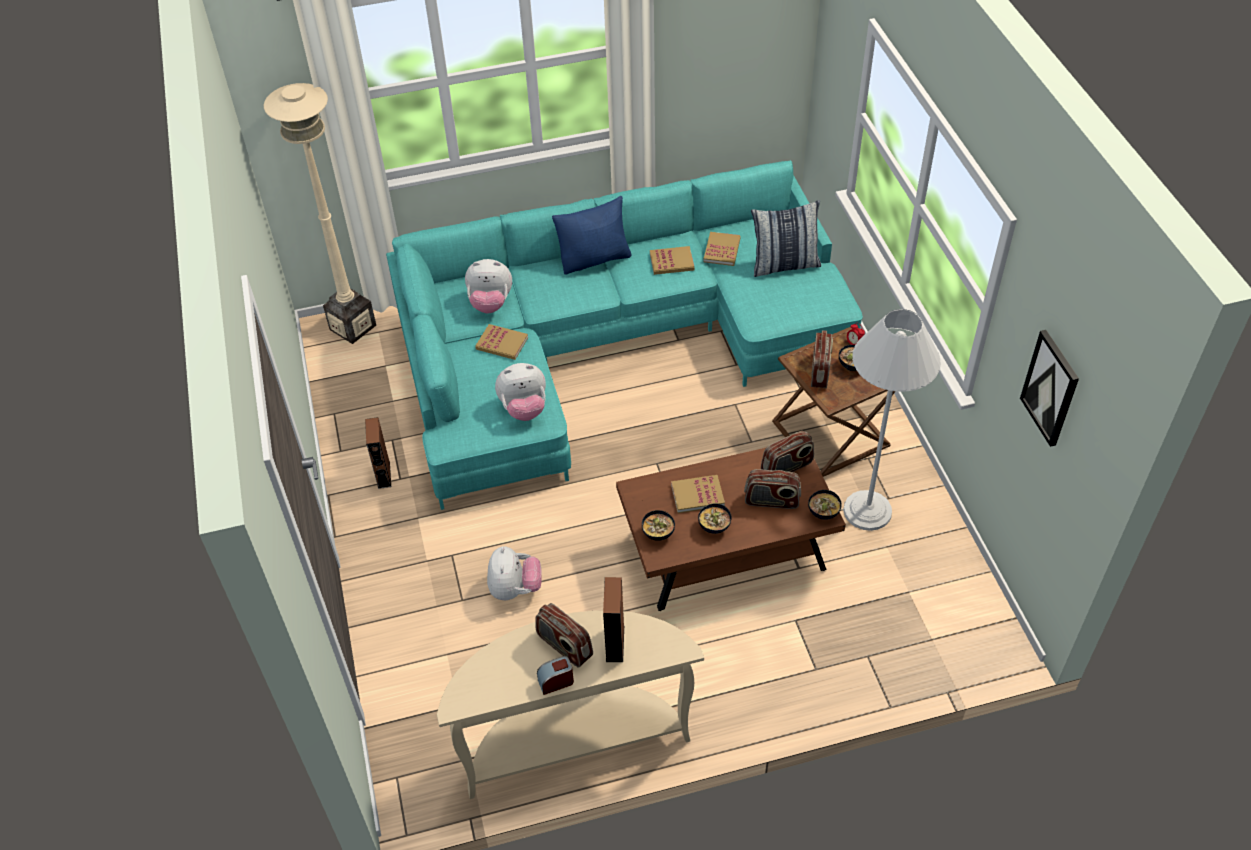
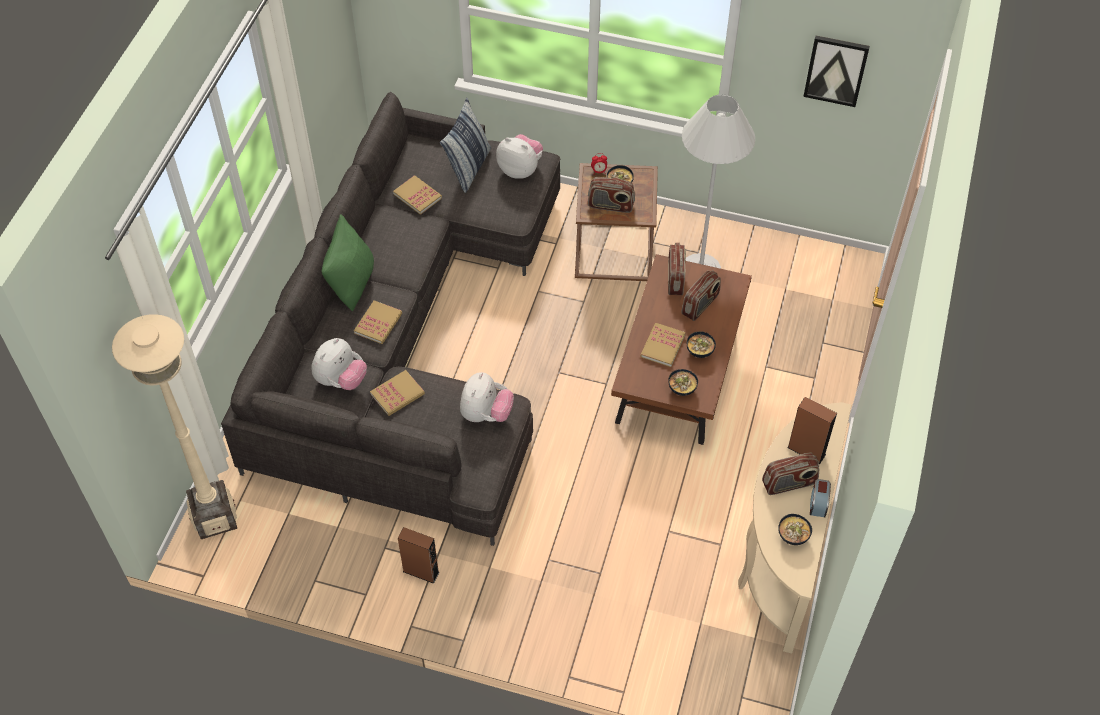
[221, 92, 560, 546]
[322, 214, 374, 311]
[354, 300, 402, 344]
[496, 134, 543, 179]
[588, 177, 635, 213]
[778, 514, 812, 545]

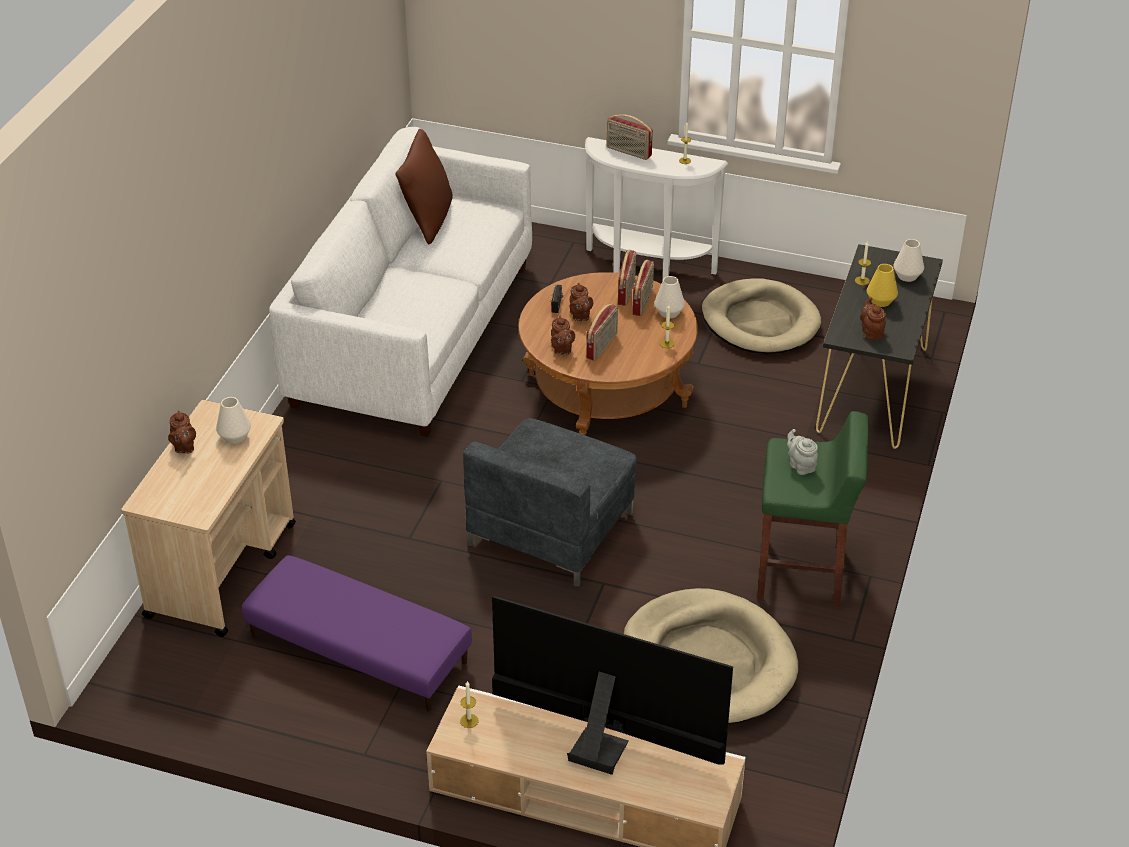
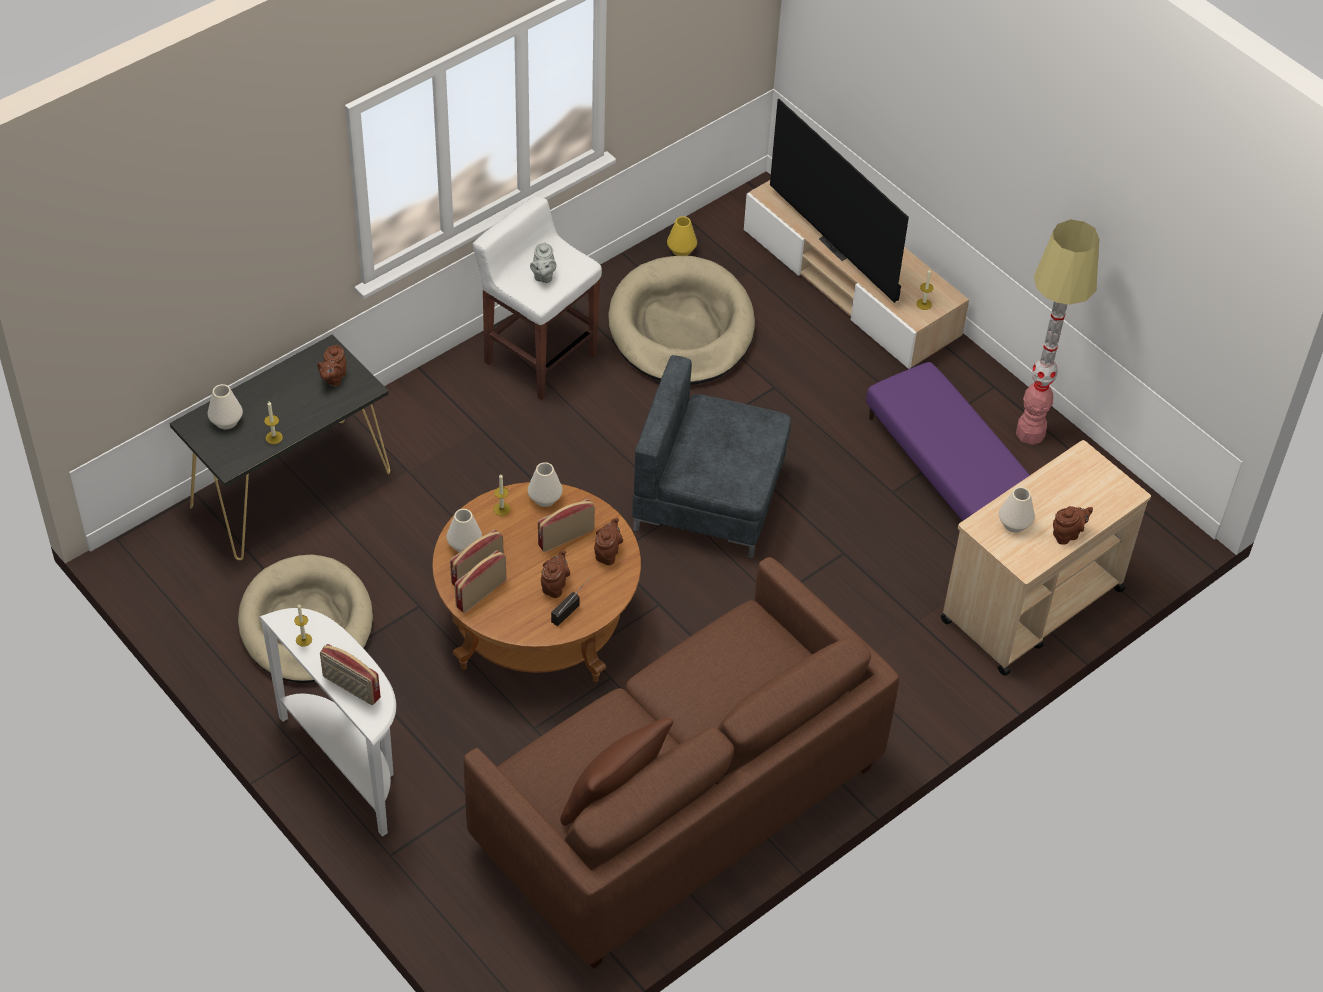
[320, 644, 381, 705]
[464, 557, 899, 969]
[473, 195, 602, 400]
[528, 462, 563, 507]
[632, 355, 791, 559]
[667, 216, 697, 256]
[1016, 219, 1099, 445]
[1053, 506, 1093, 545]

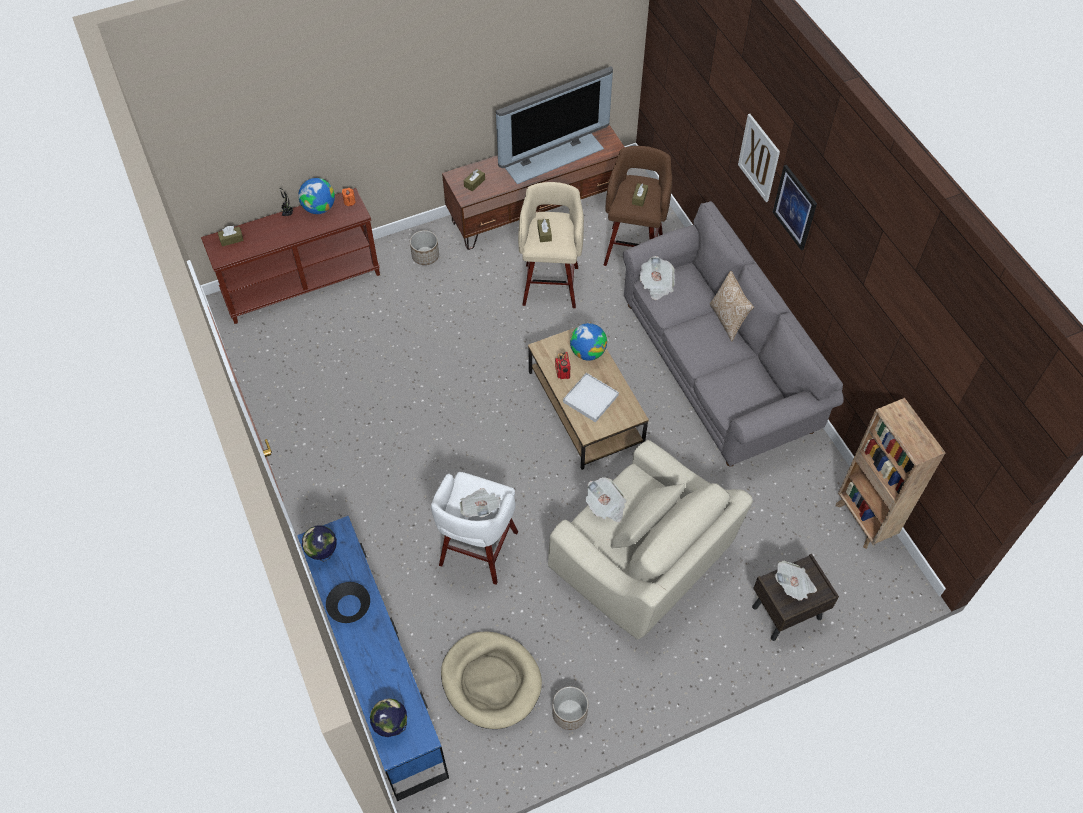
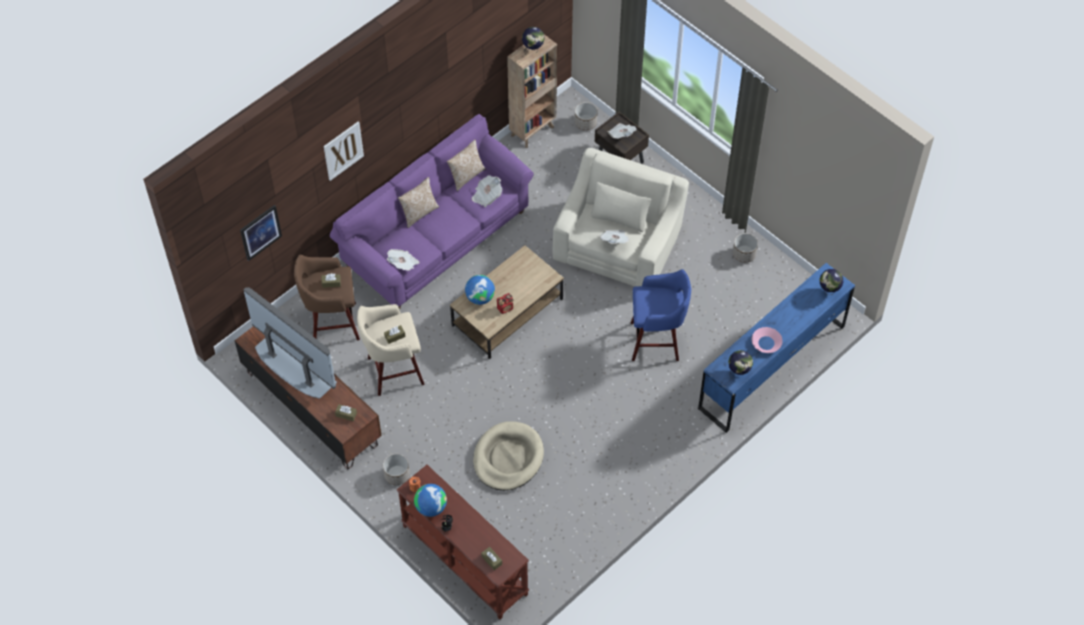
[240, 205, 282, 261]
[330, 114, 534, 309]
[447, 140, 486, 191]
[472, 175, 502, 207]
[473, 422, 544, 491]
[522, 27, 545, 54]
[574, 102, 597, 131]
[631, 269, 691, 361]
[752, 327, 782, 353]
[563, 373, 619, 422] (first image)

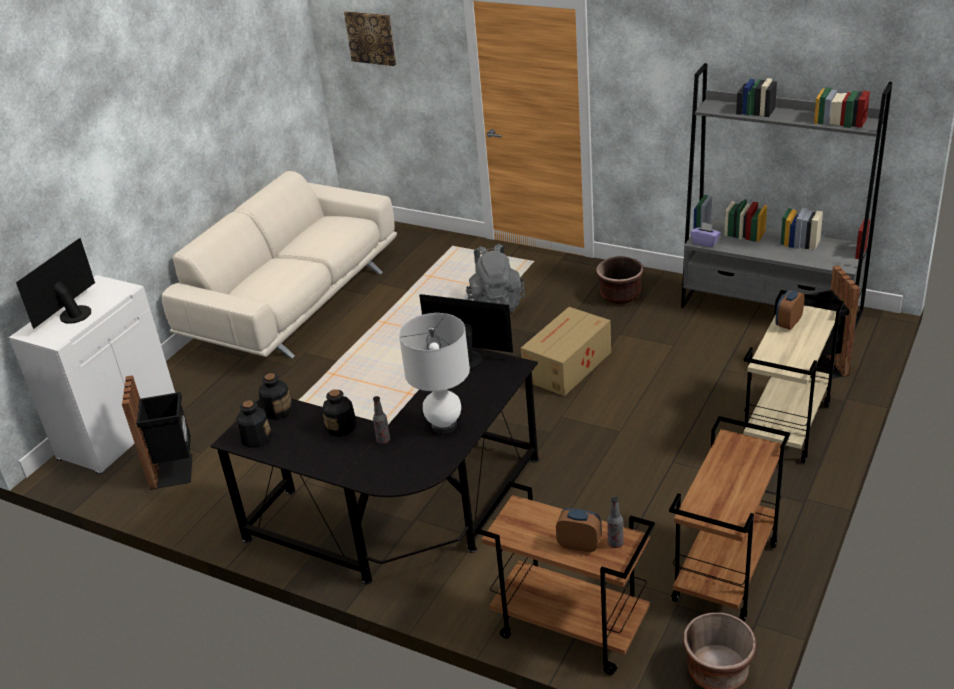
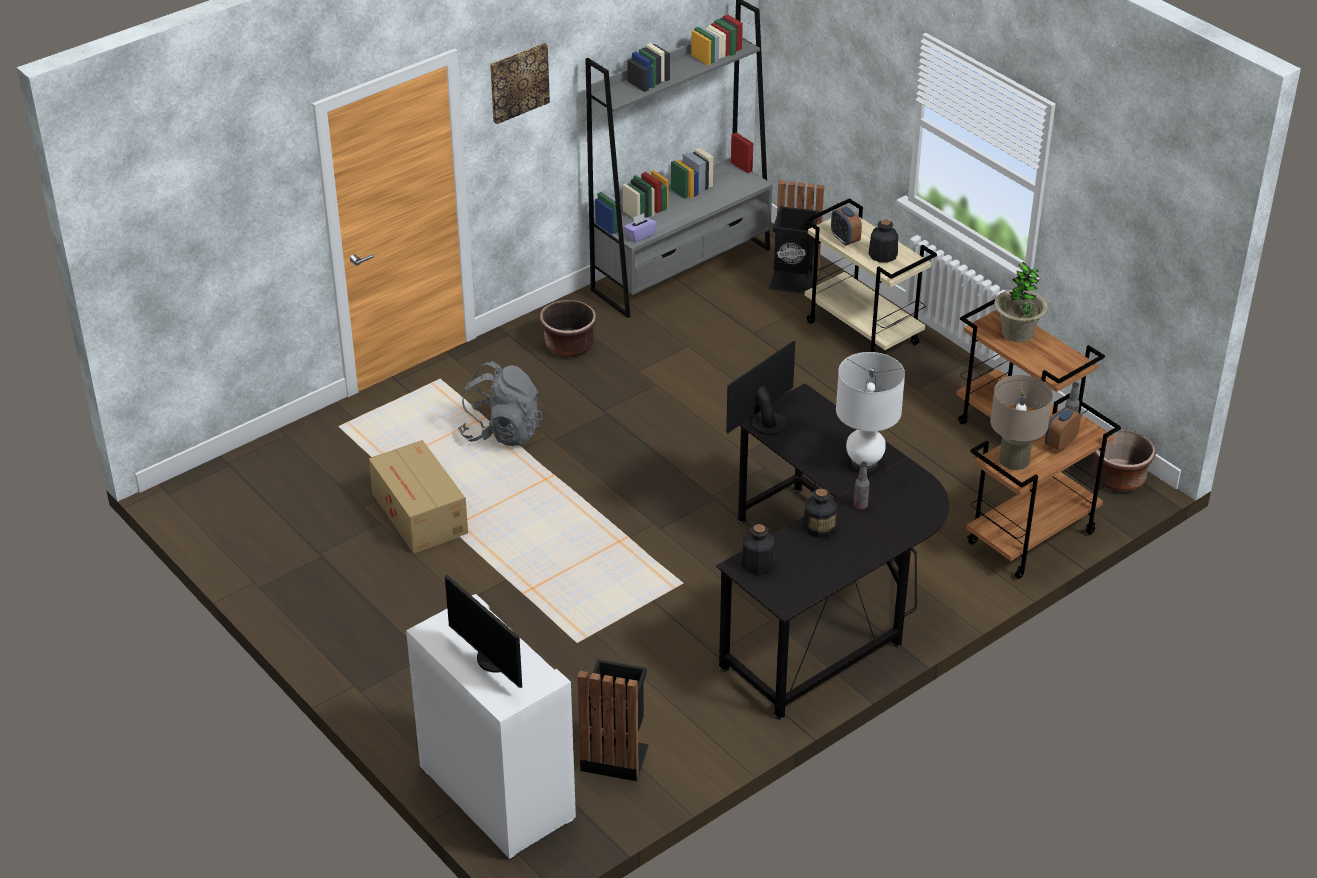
[368, 440, 468, 554]
[490, 43, 550, 124]
[868, 219, 898, 263]
[990, 375, 1053, 470]
[994, 262, 1048, 342]
[162, 171, 397, 358] (first image)

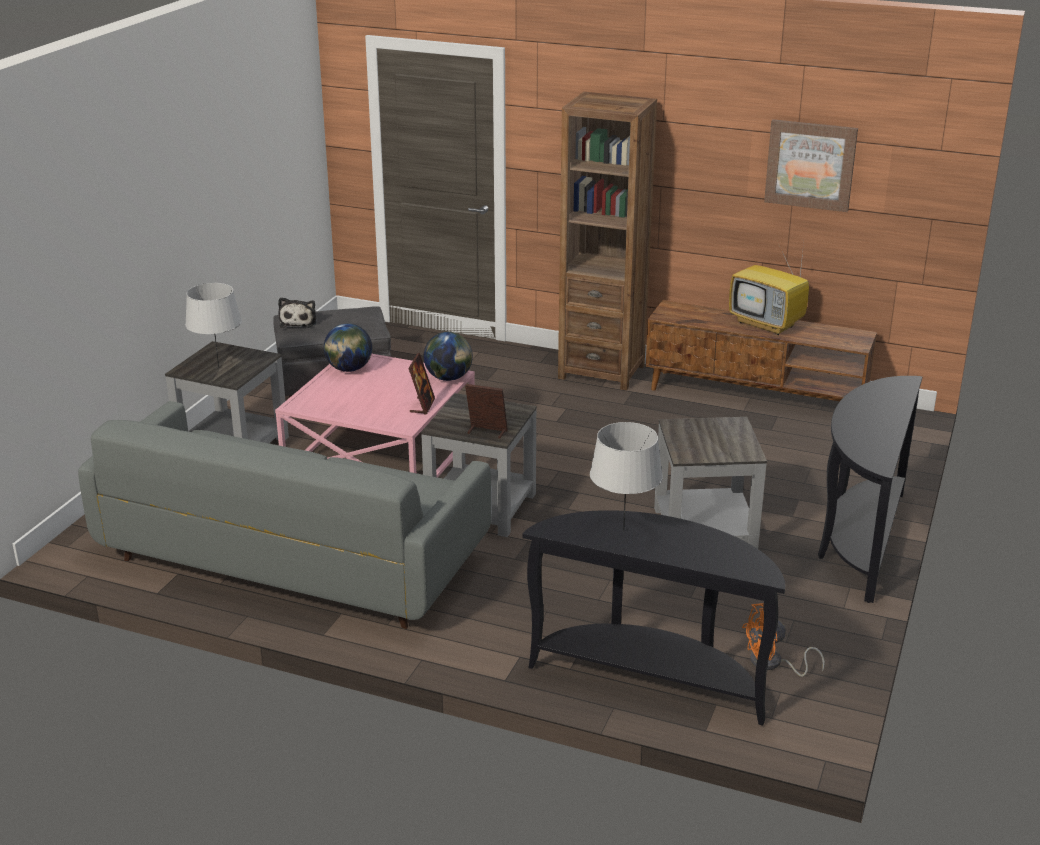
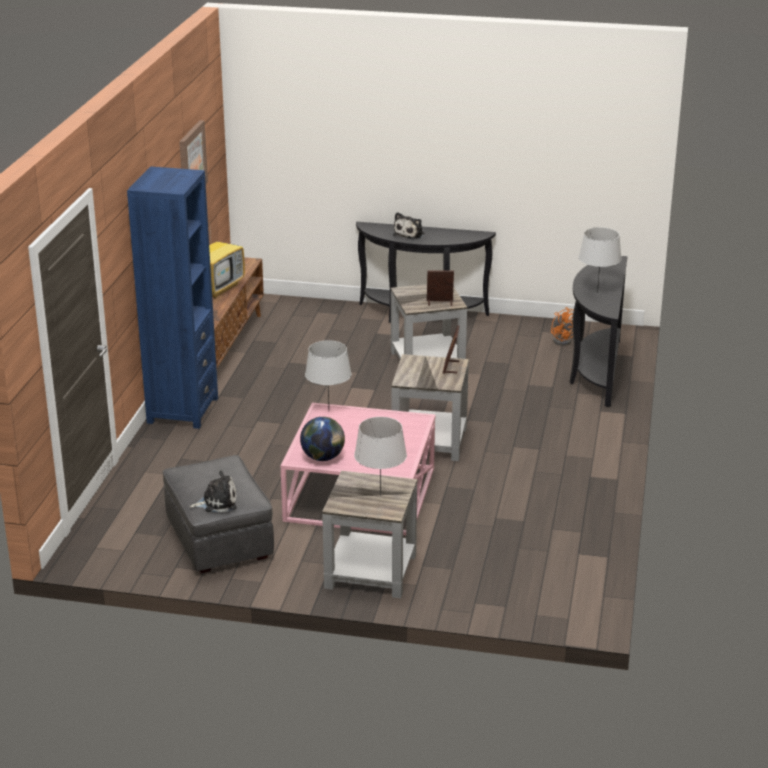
[127, 166, 218, 429]
[305, 340, 352, 403]
[393, 212, 424, 240]
[427, 270, 454, 306]
[78, 401, 491, 629] (first image)

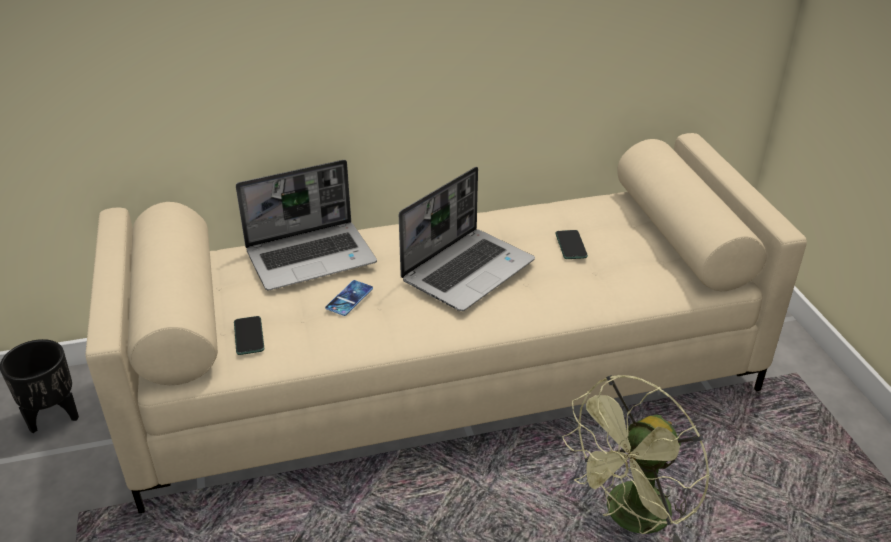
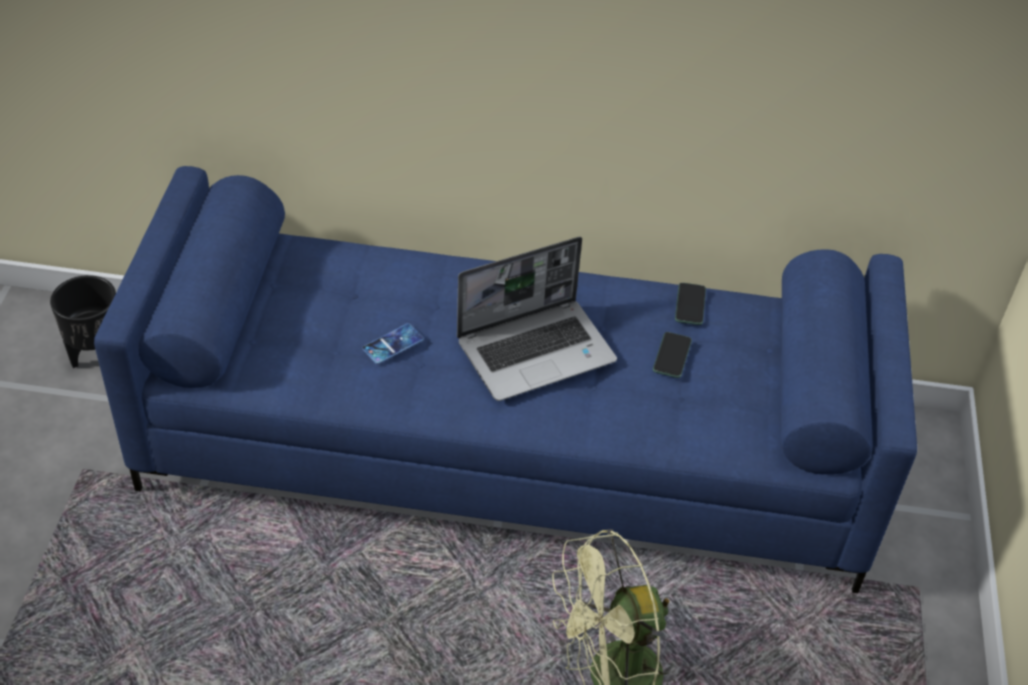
[94, 166, 917, 593]
[675, 283, 706, 325]
[236, 160, 377, 290] (first image)

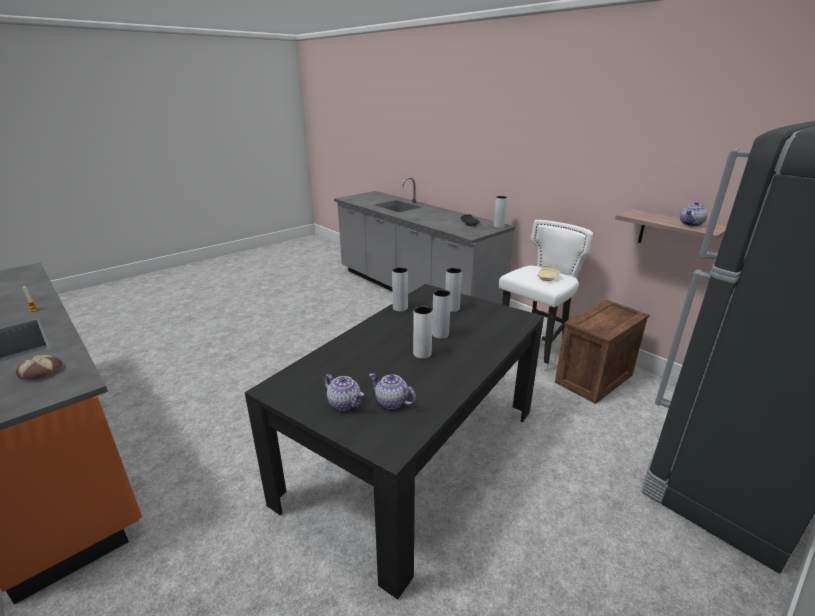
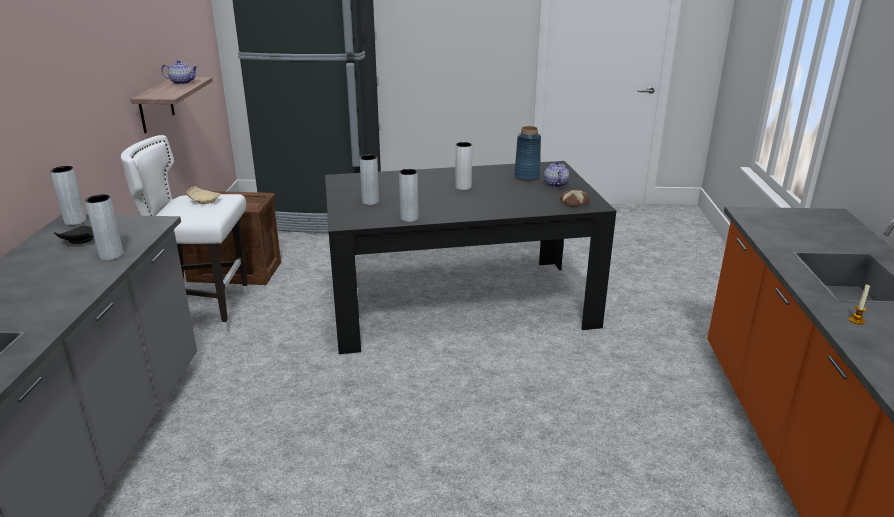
[85, 194, 124, 260]
[514, 126, 541, 181]
[560, 190, 590, 207]

